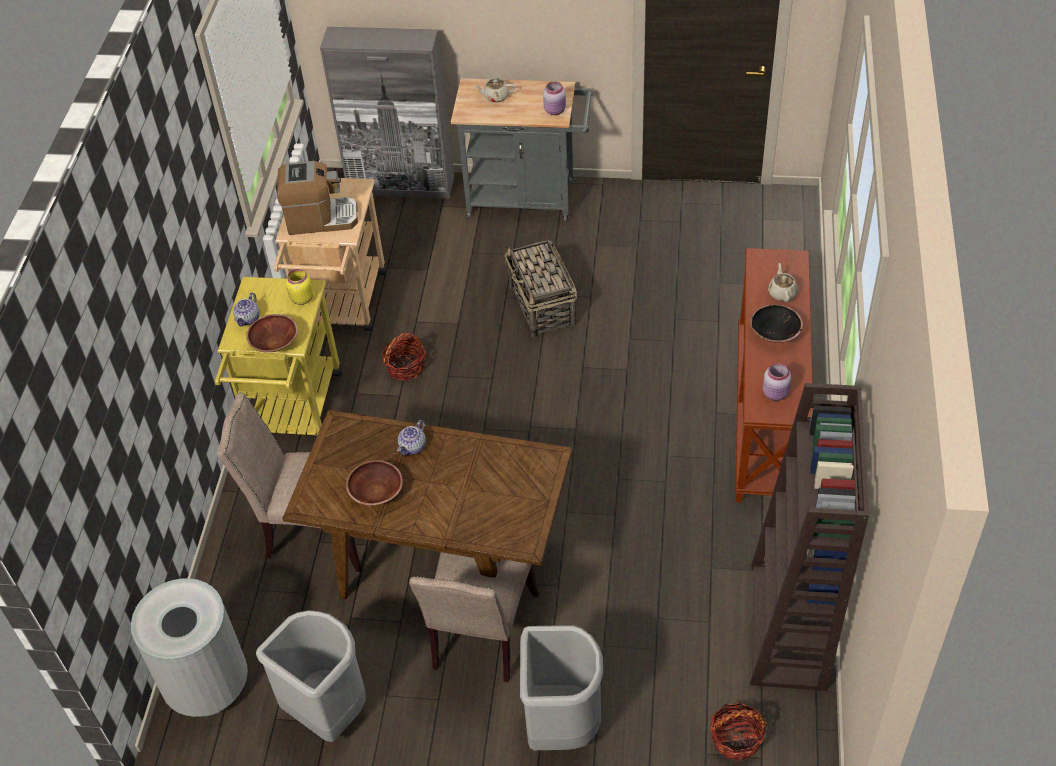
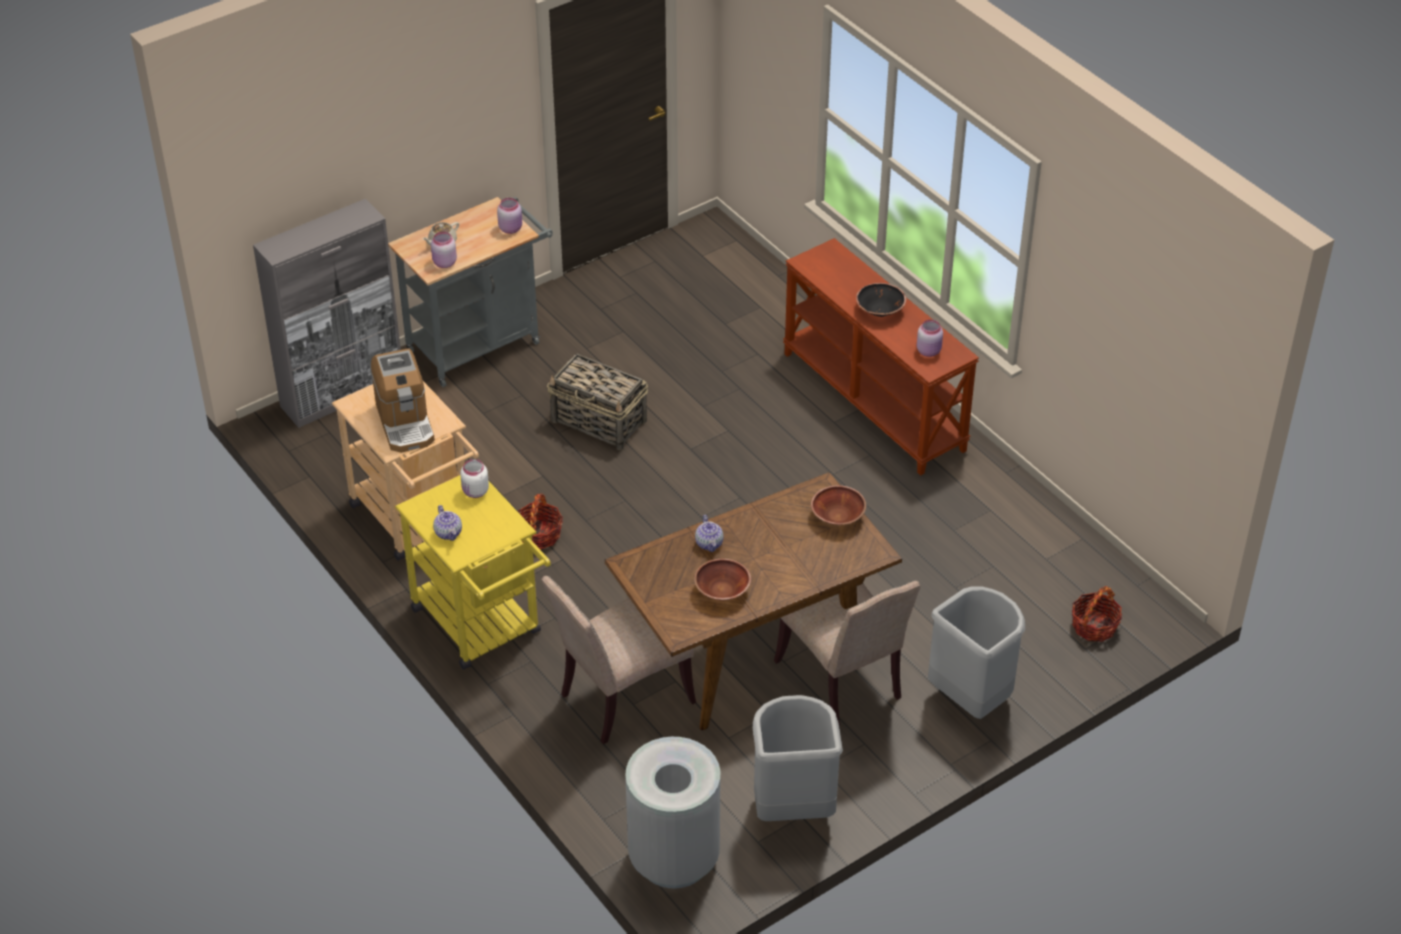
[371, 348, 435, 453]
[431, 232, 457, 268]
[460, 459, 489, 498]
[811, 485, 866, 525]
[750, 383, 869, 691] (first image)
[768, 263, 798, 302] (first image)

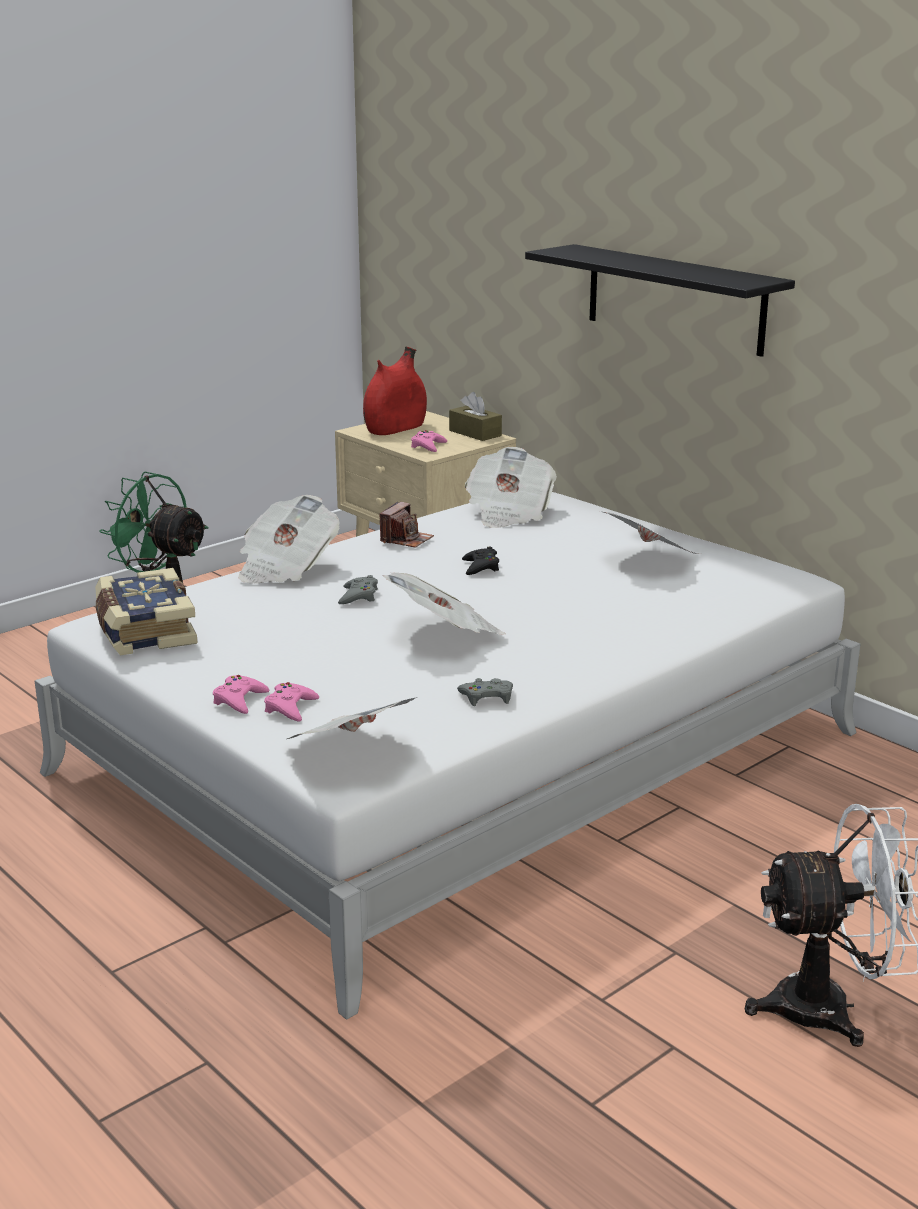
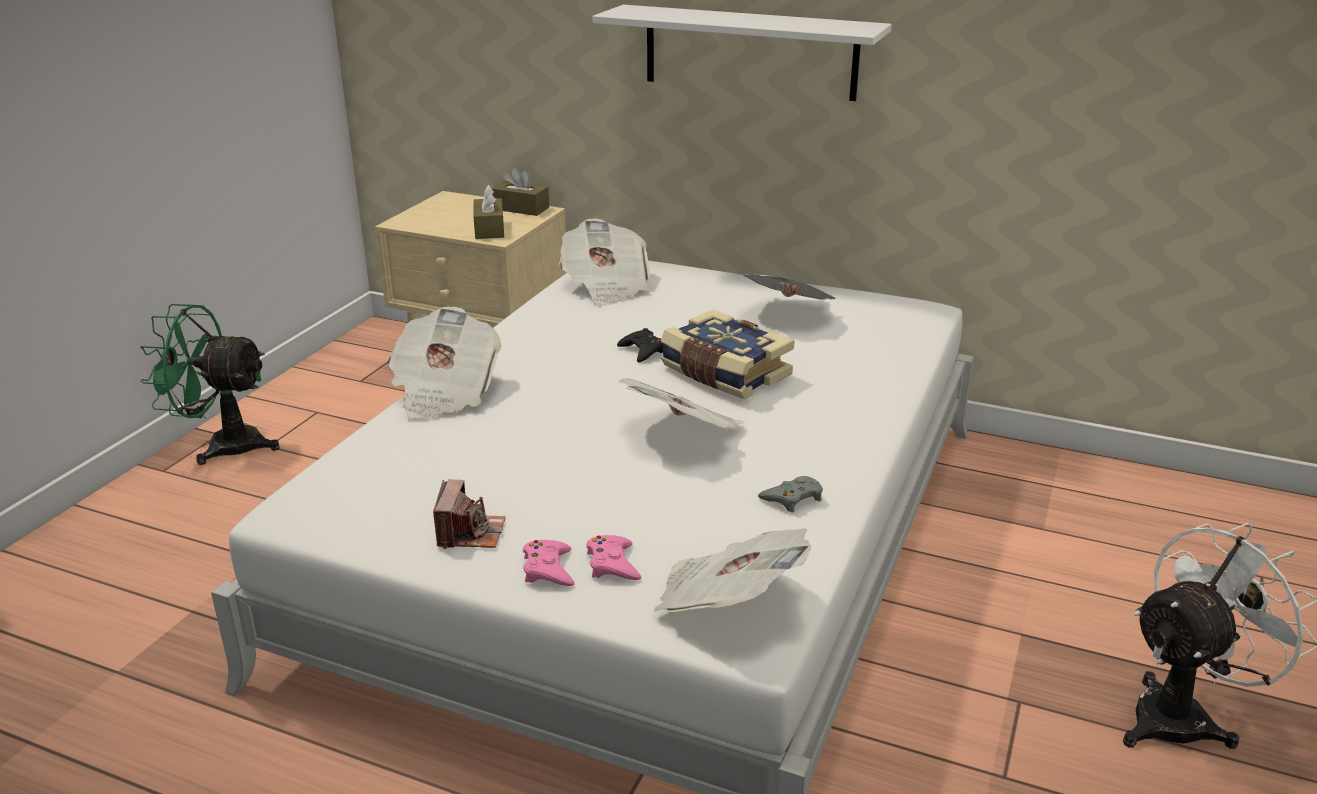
[433, 479, 506, 549]
[473, 185, 504, 239]
[592, 5, 892, 101]
[661, 309, 794, 399]
[338, 575, 378, 604] (first image)
[363, 347, 427, 435] (first image)

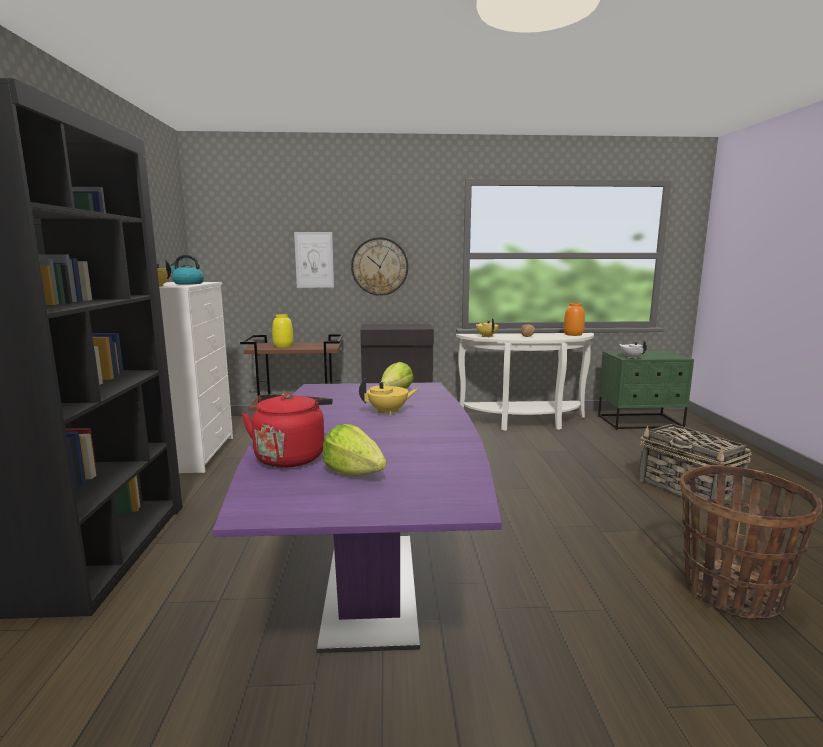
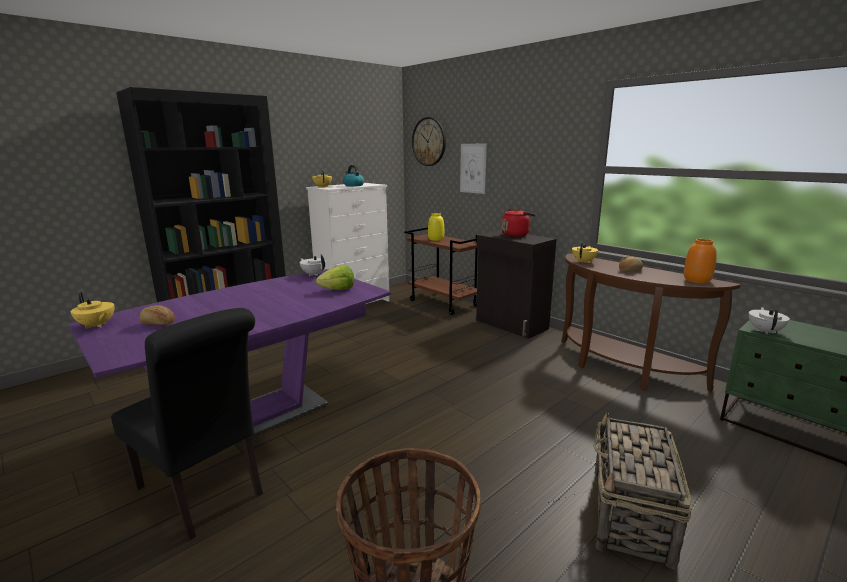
[70, 292, 115, 329]
[111, 308, 263, 540]
[139, 305, 175, 325]
[300, 254, 326, 276]
[412, 117, 446, 166]
[502, 209, 536, 237]
[561, 253, 741, 392]

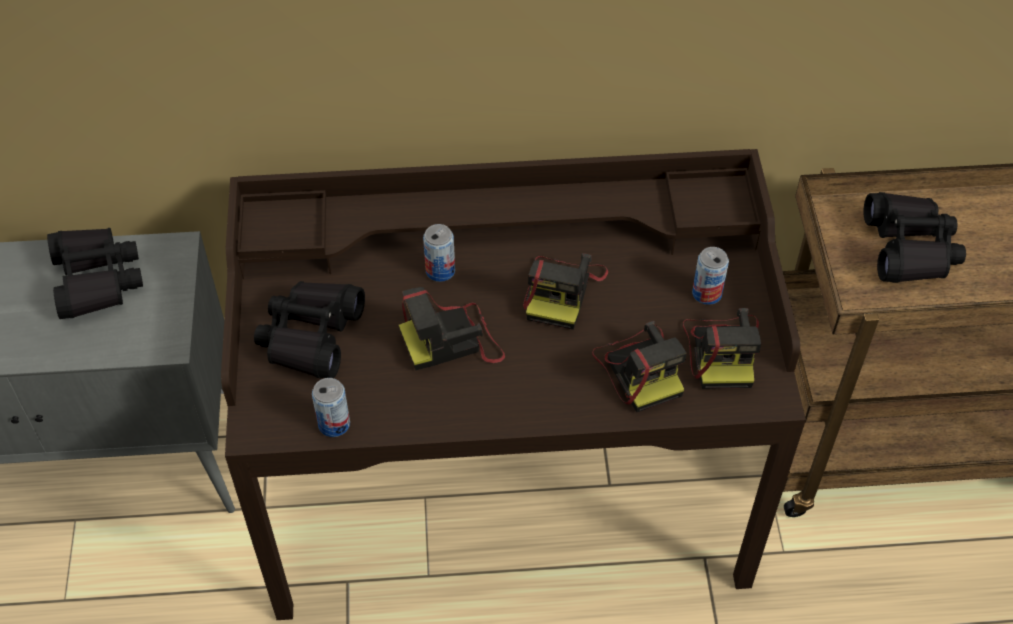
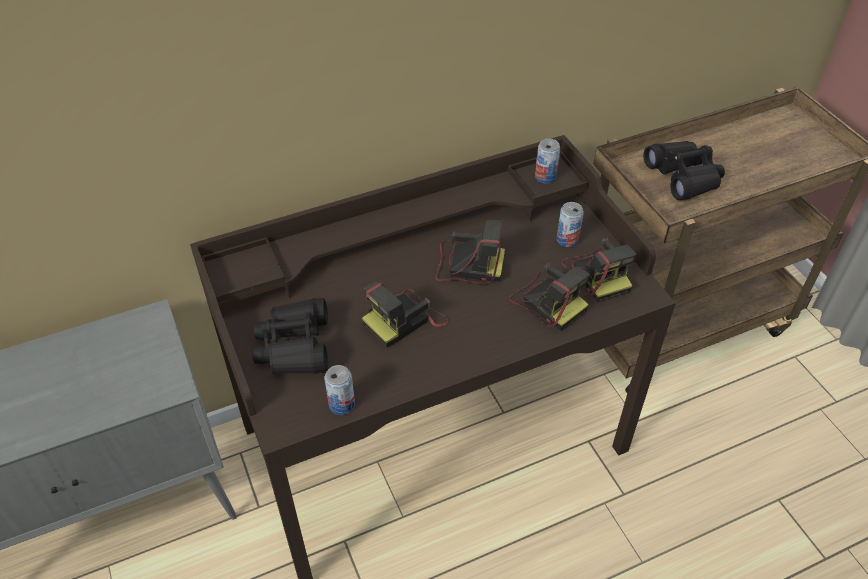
[436, 220, 505, 284]
[535, 139, 560, 184]
[47, 228, 143, 319] (first image)

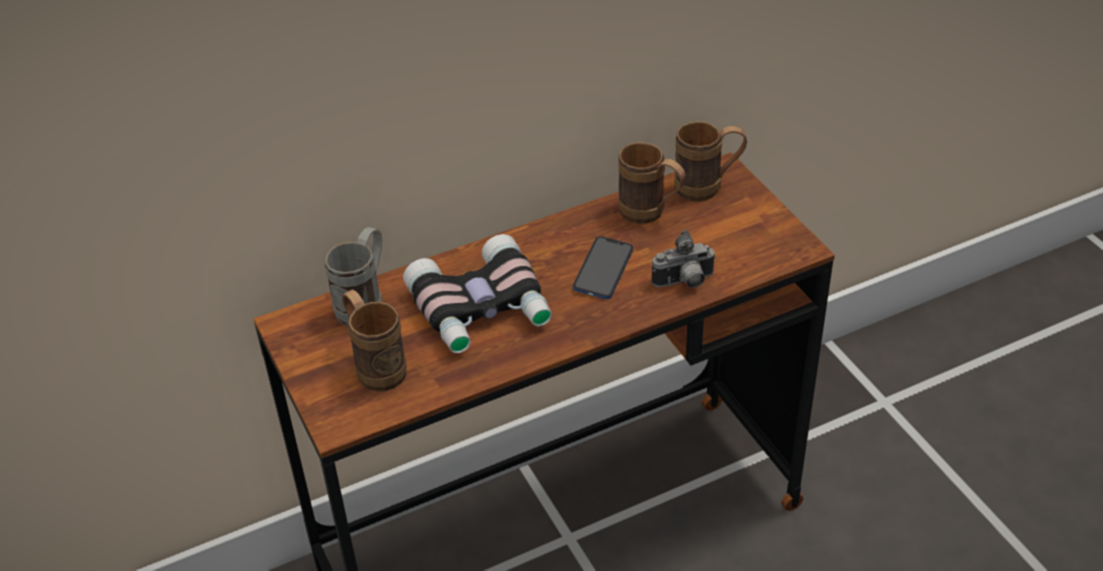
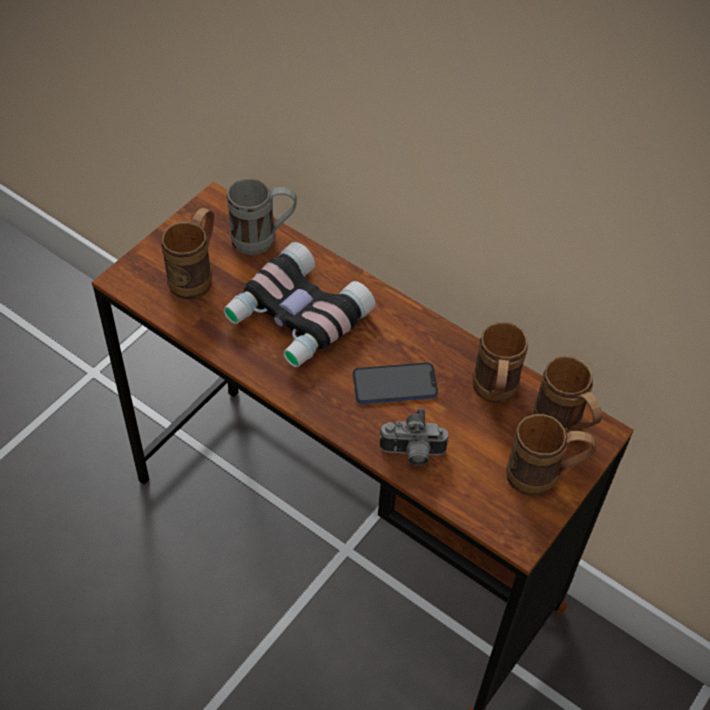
[379, 408, 449, 466]
[506, 414, 596, 496]

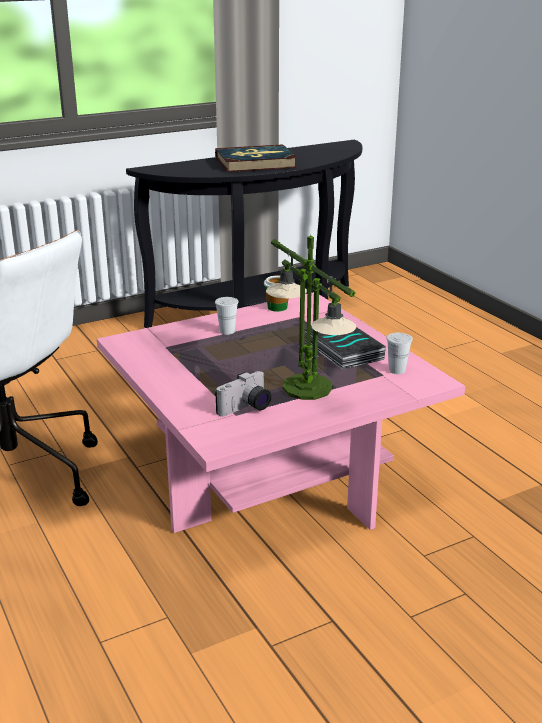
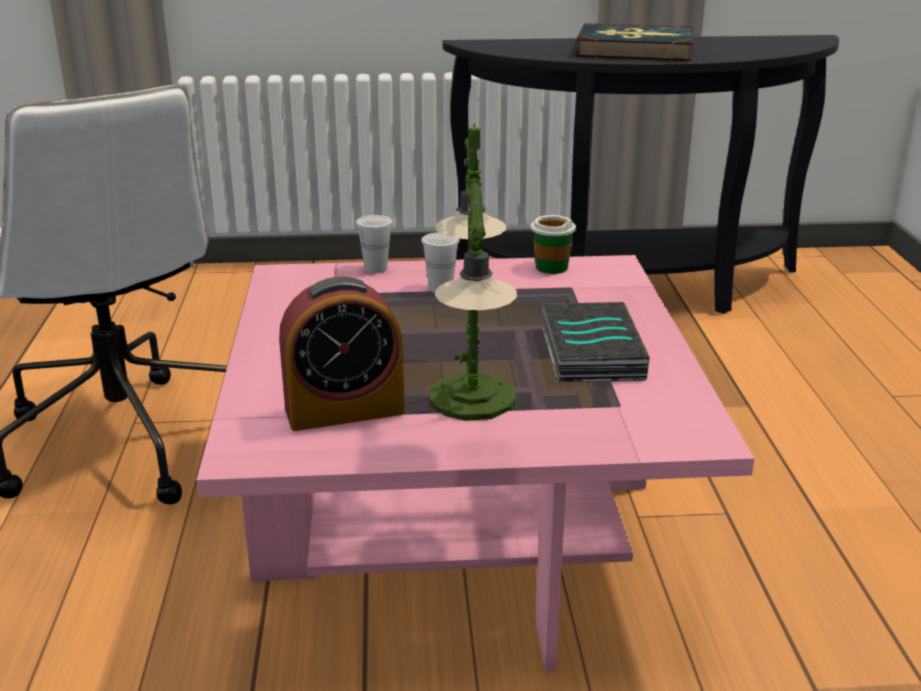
[279, 277, 405, 431]
[356, 215, 393, 273]

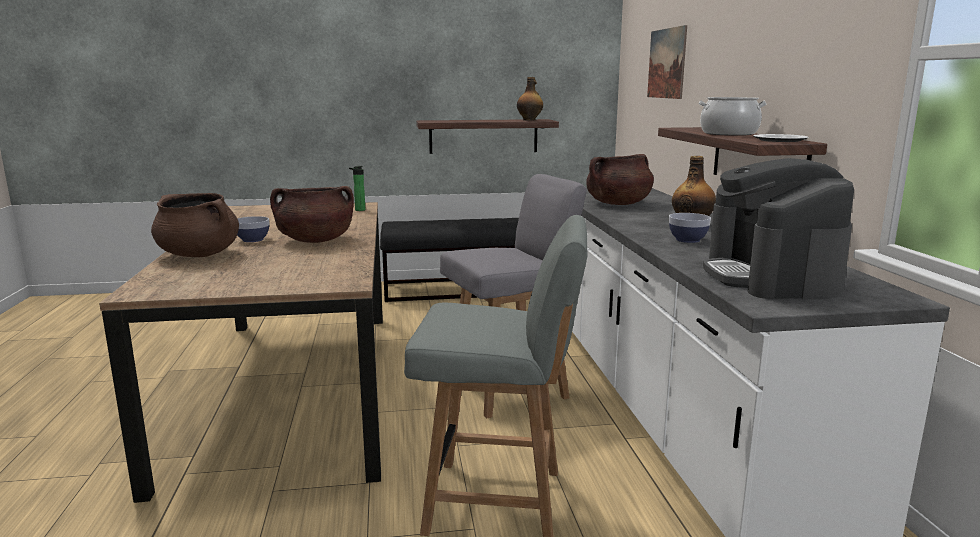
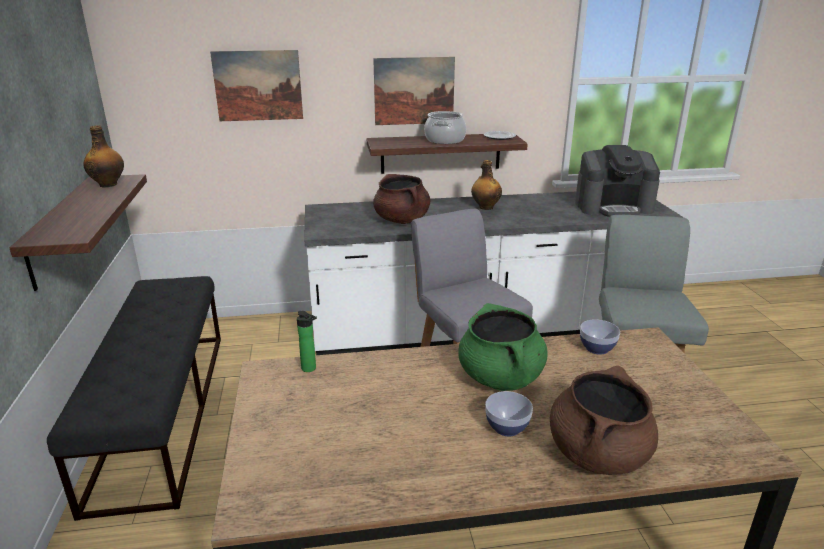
[373, 57, 455, 125]
[458, 303, 547, 391]
[580, 319, 620, 355]

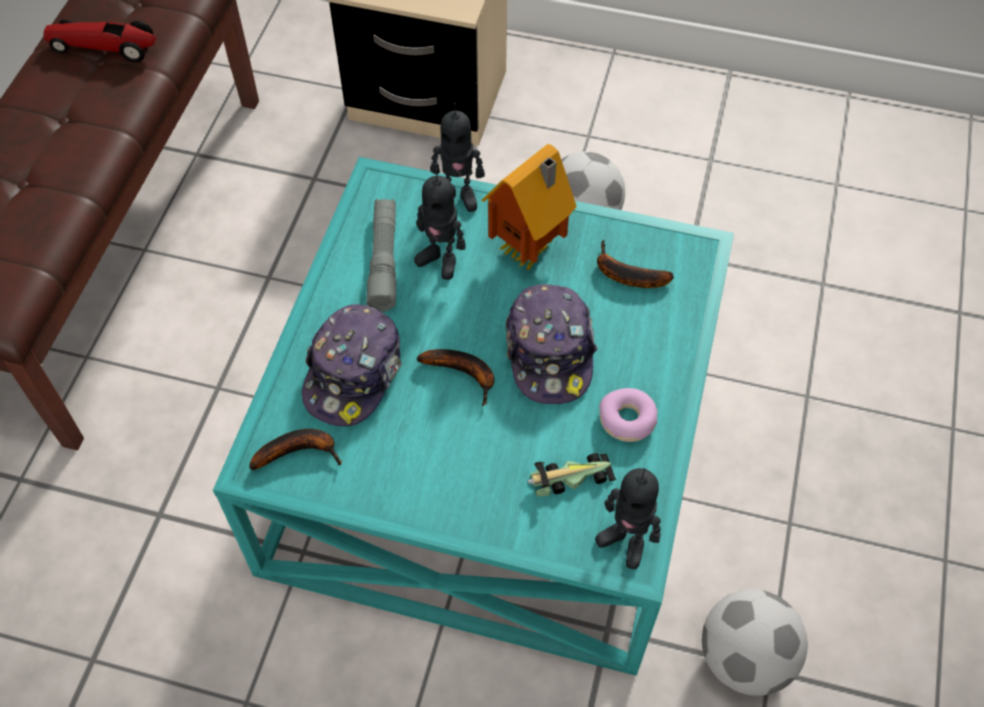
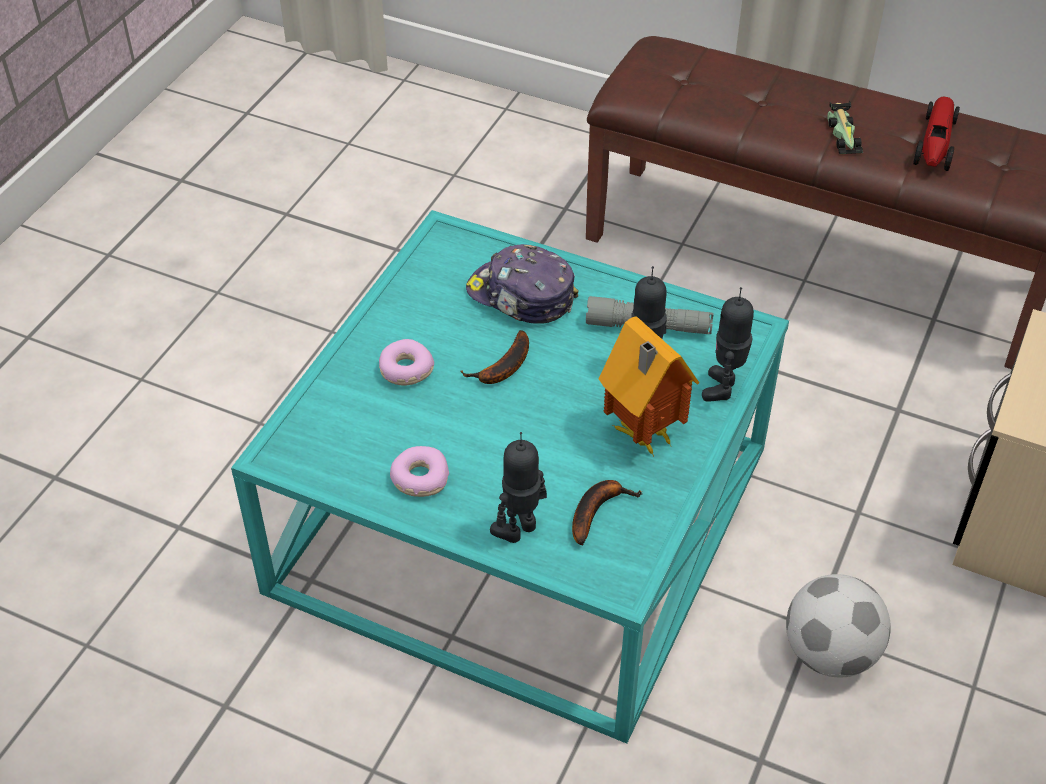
[379, 339, 434, 385]
[490, 432, 547, 543]
[827, 101, 863, 154]
[249, 429, 342, 470] (first image)
[506, 284, 597, 404] (first image)
[702, 589, 808, 696] (first image)

